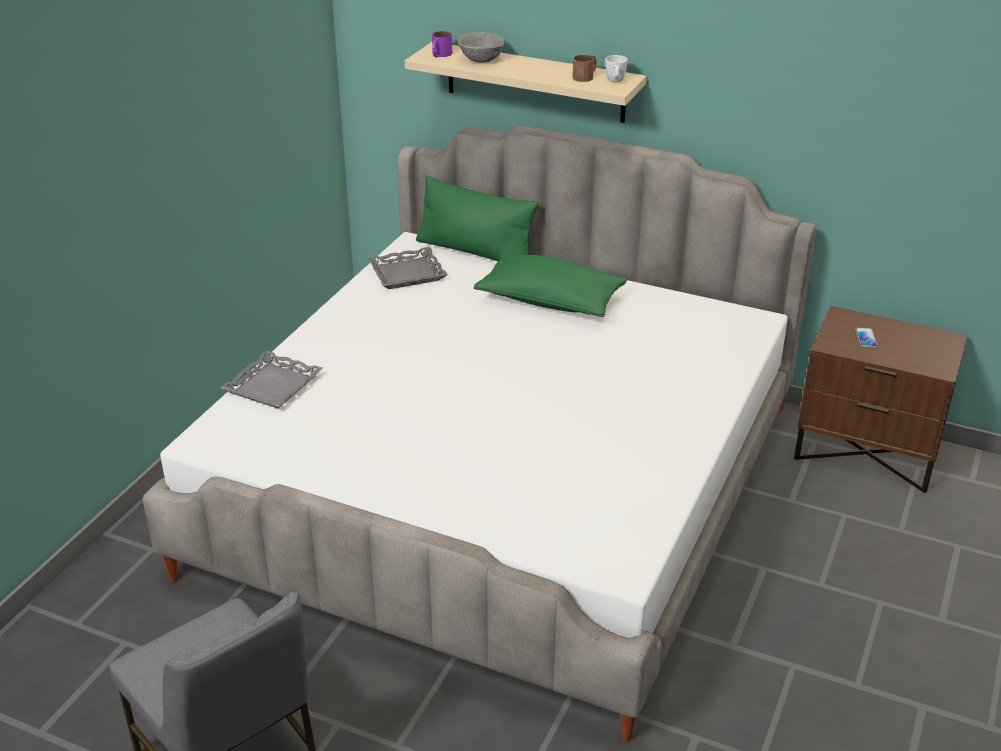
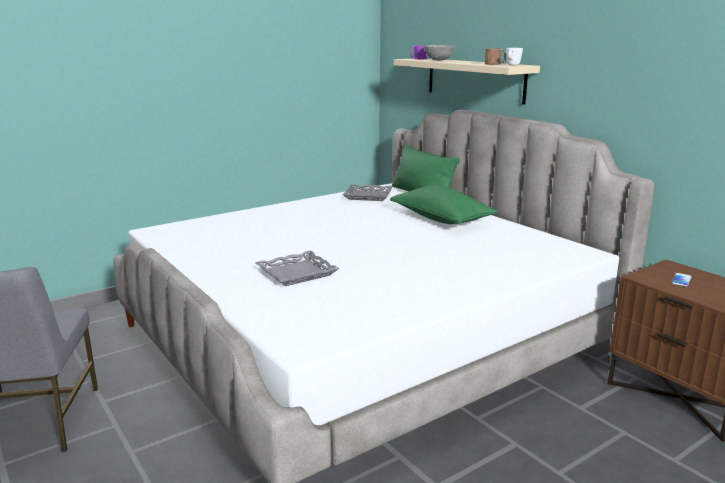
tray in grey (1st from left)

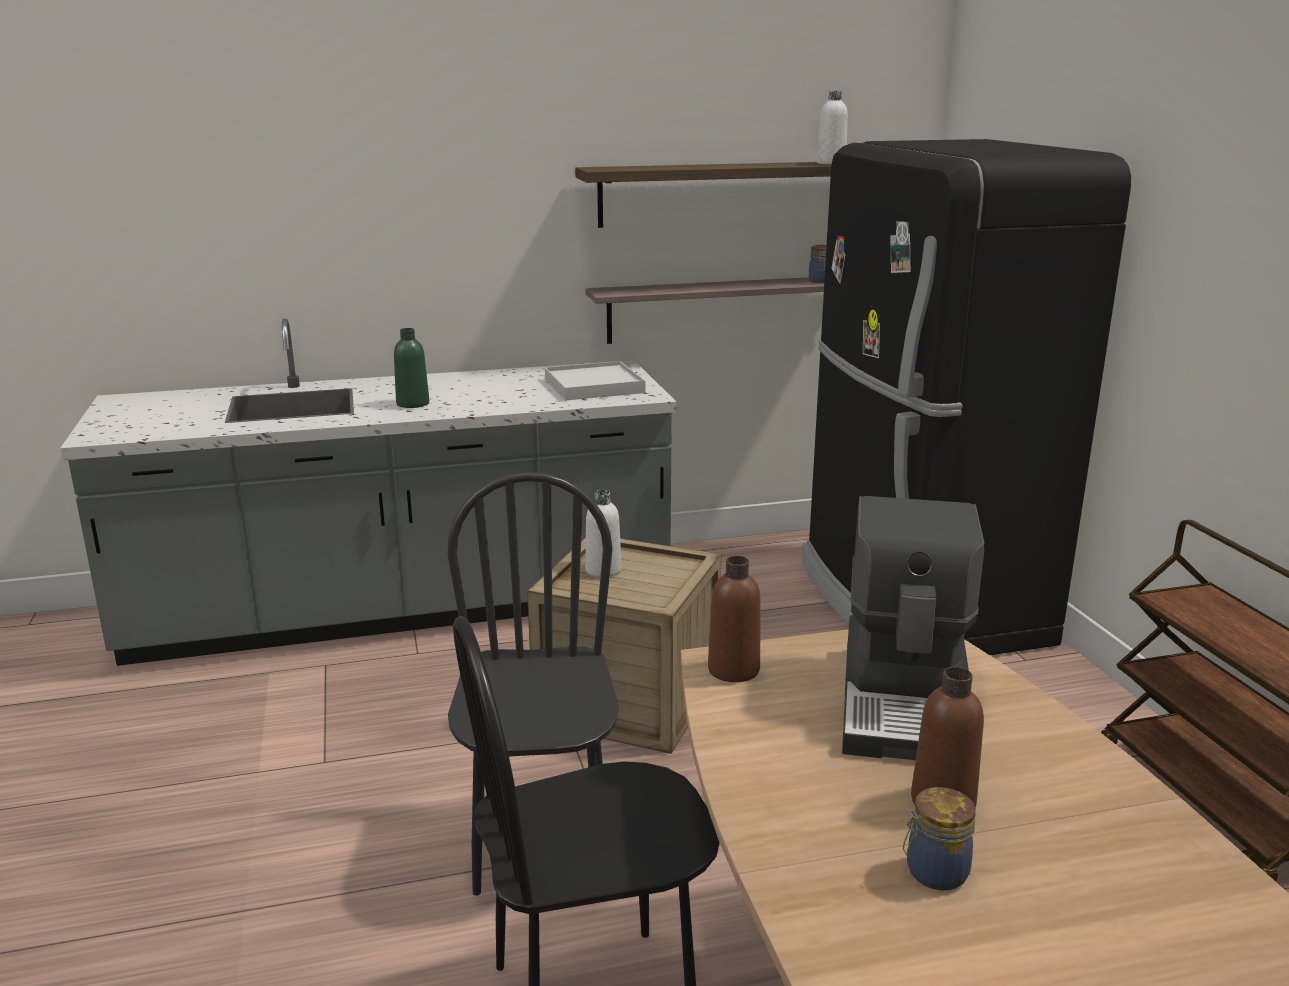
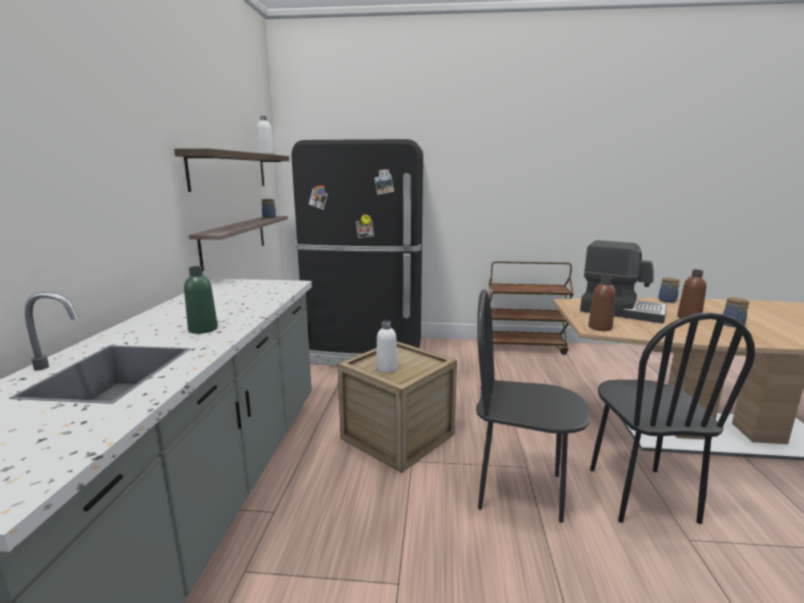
tray in white; storage jar (2nd from left)

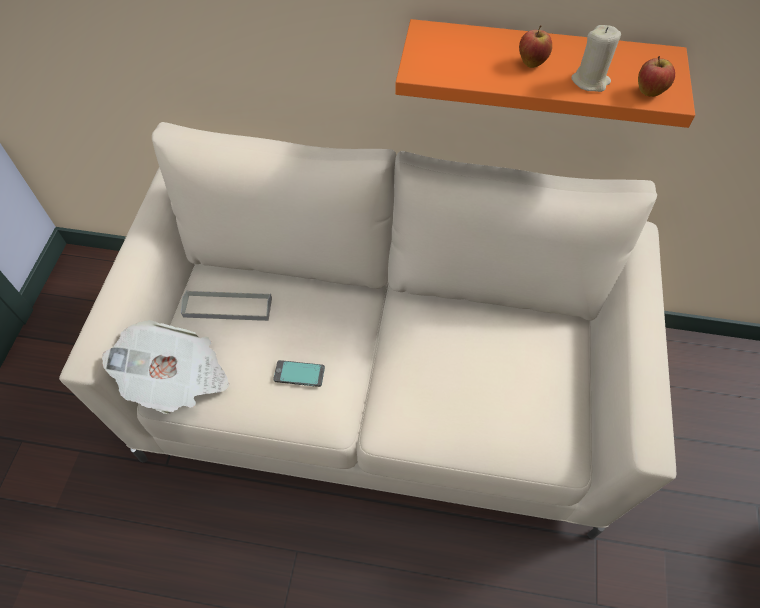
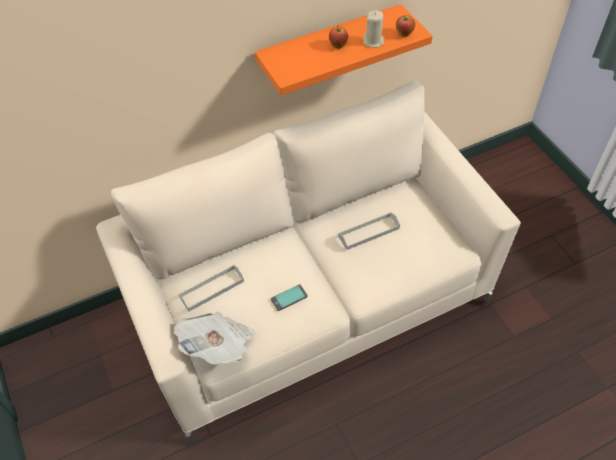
tray in grey (2nd from left)

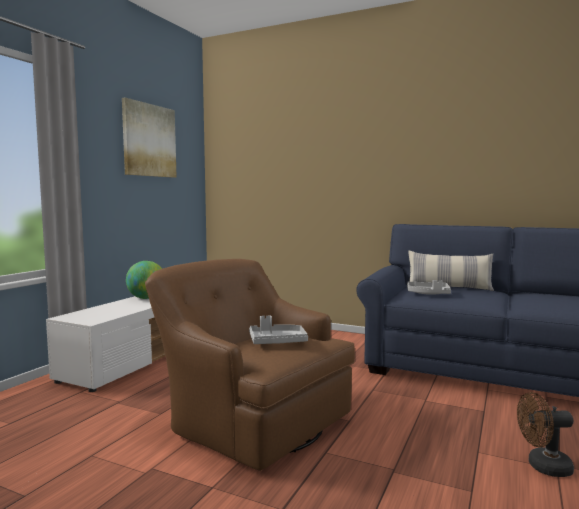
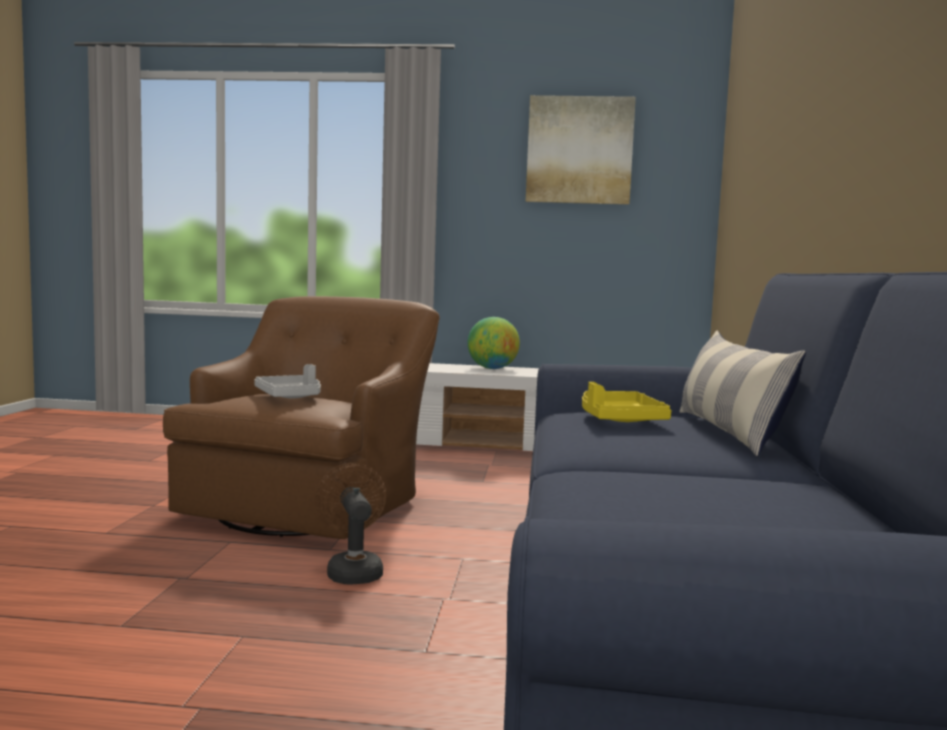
tray in yellowish; electric fan in brownish

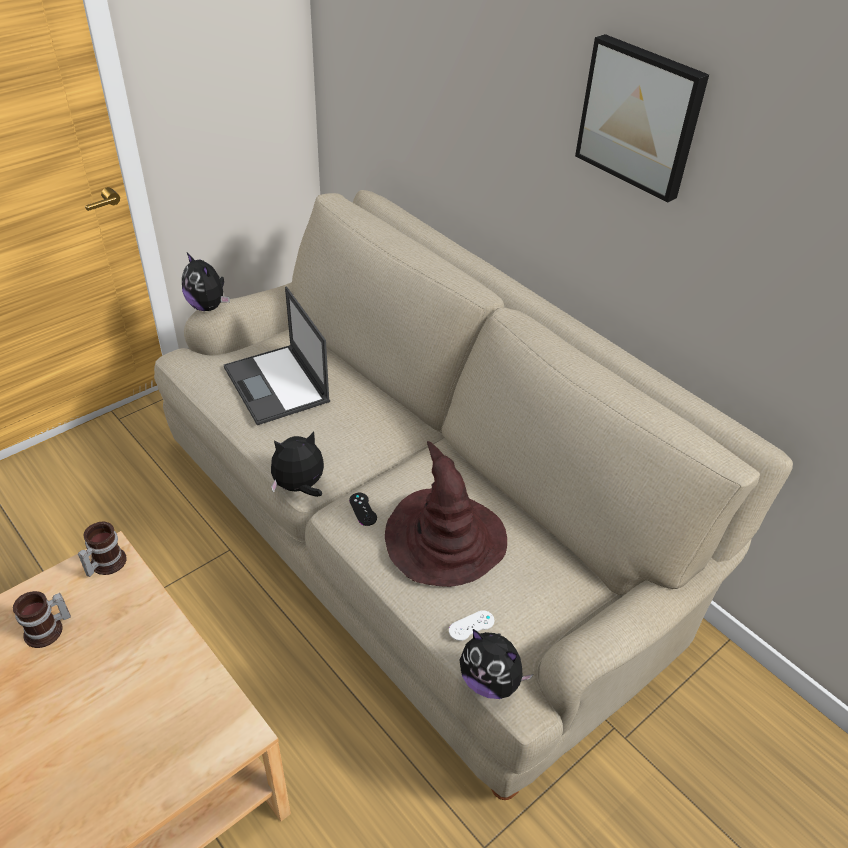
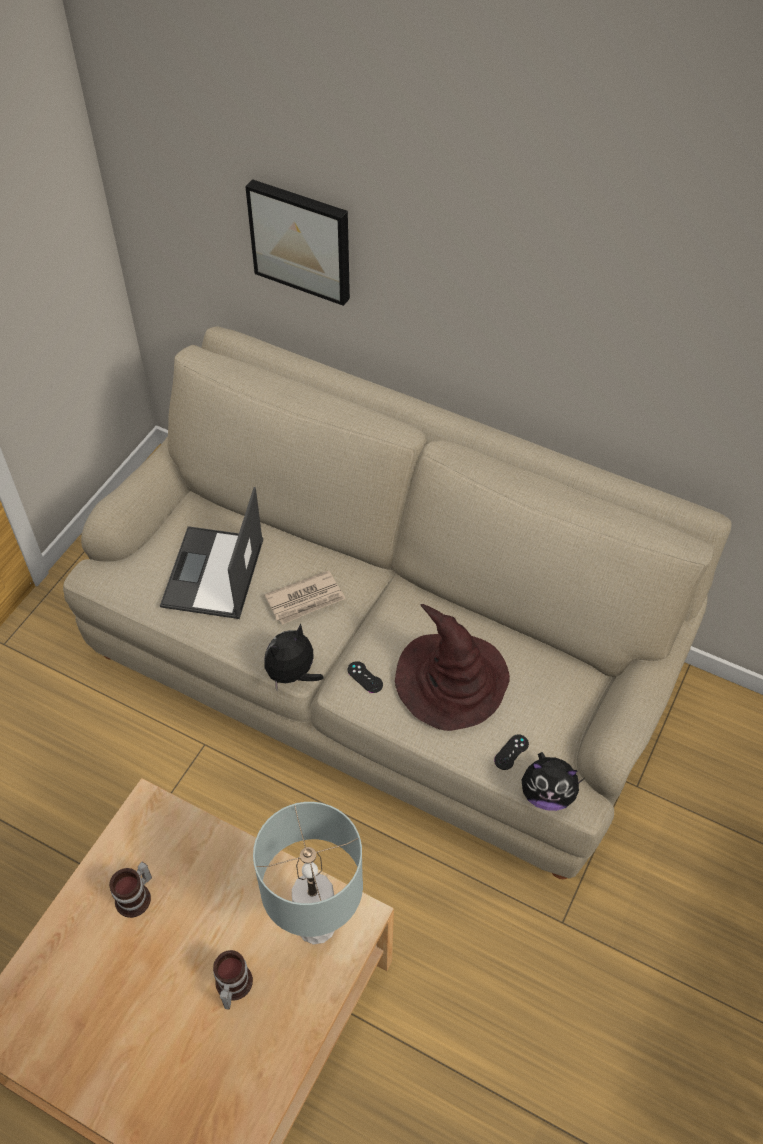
coffee mug (2nd from left); soft toy (1st from left in the first image); laptop; joypad in black (2nd from left); picture; table lamp in grey; newspaper

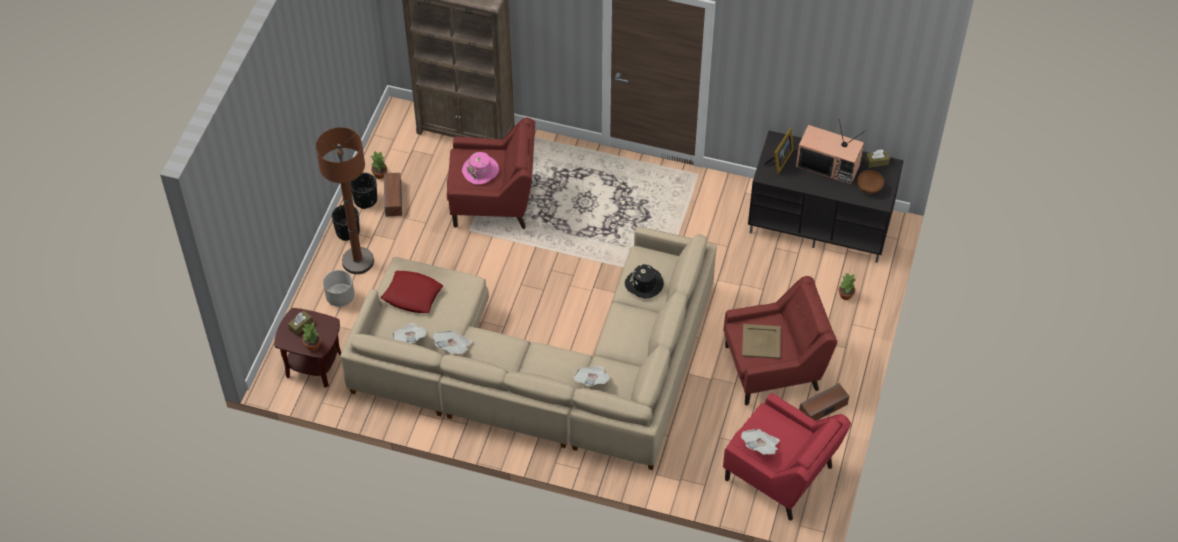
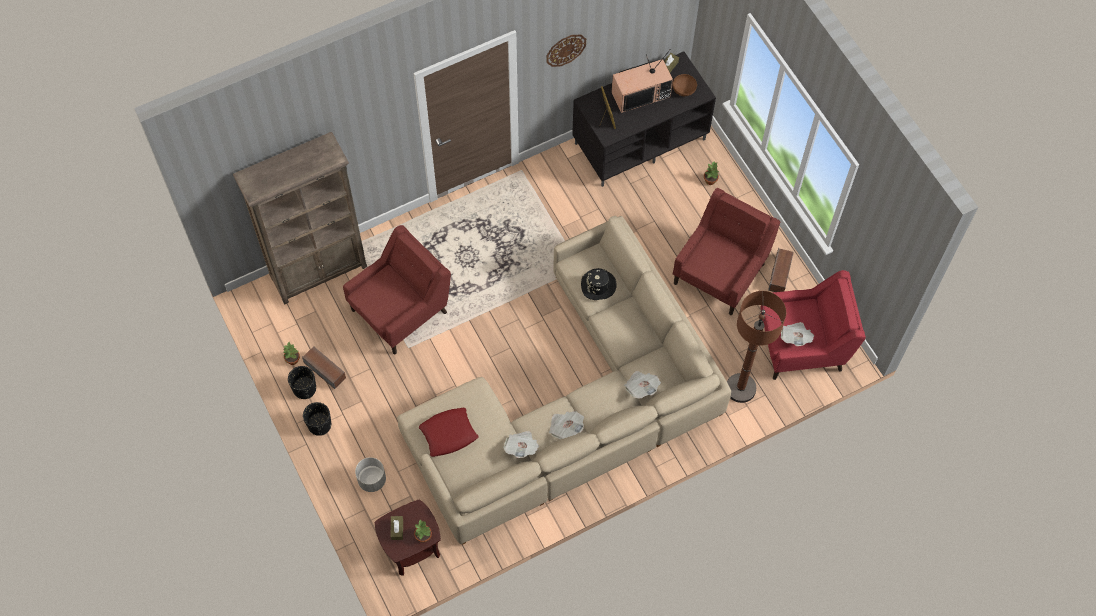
standing lamp in brownish; newspaper (2nd from left); clothing hat in pink-coloured; tray in beige; hanging clock

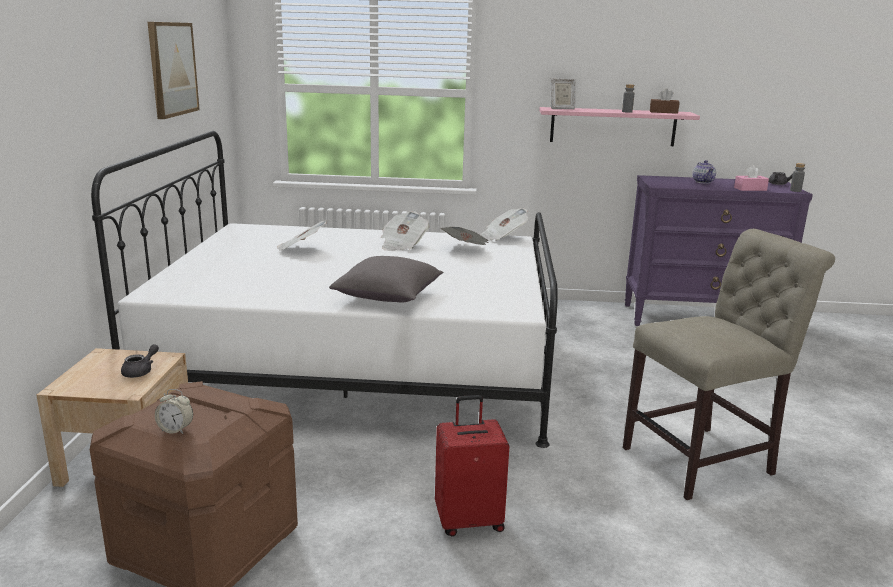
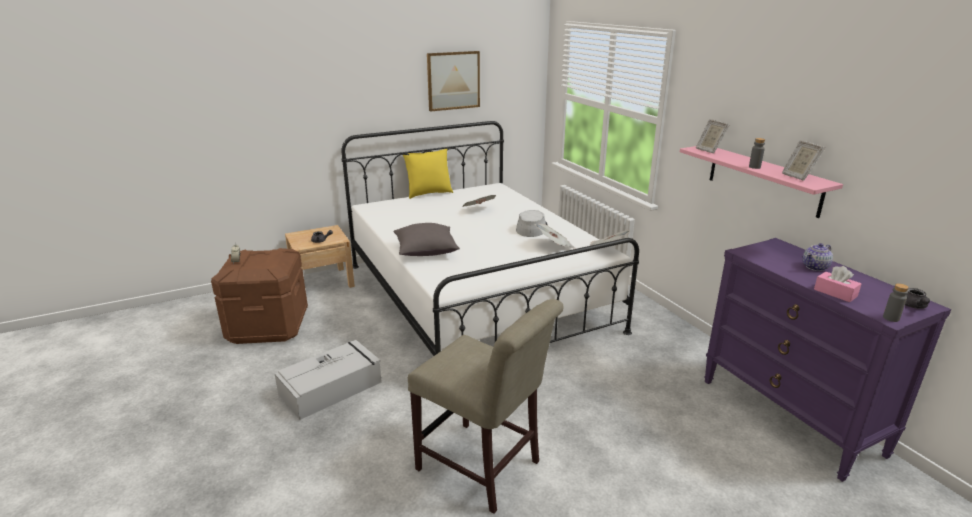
clothing hat in grey; storage bin in grey; picture frame (2nd from left); cushion in yellowish

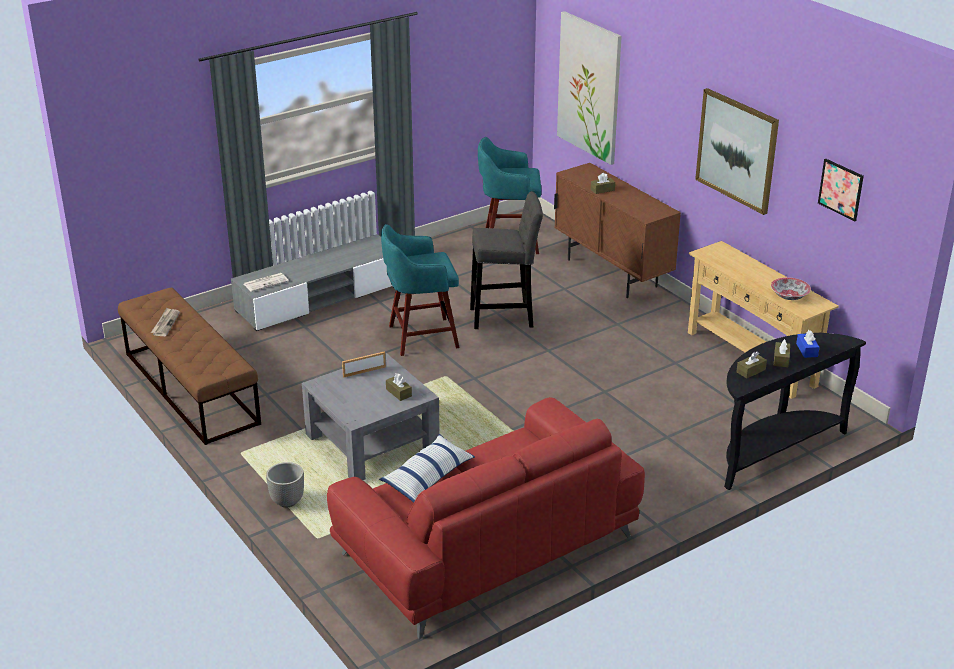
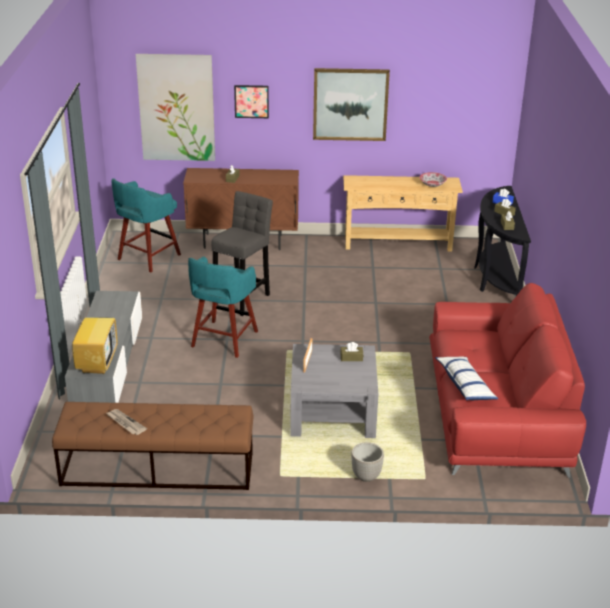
television; picture (2nd from left)

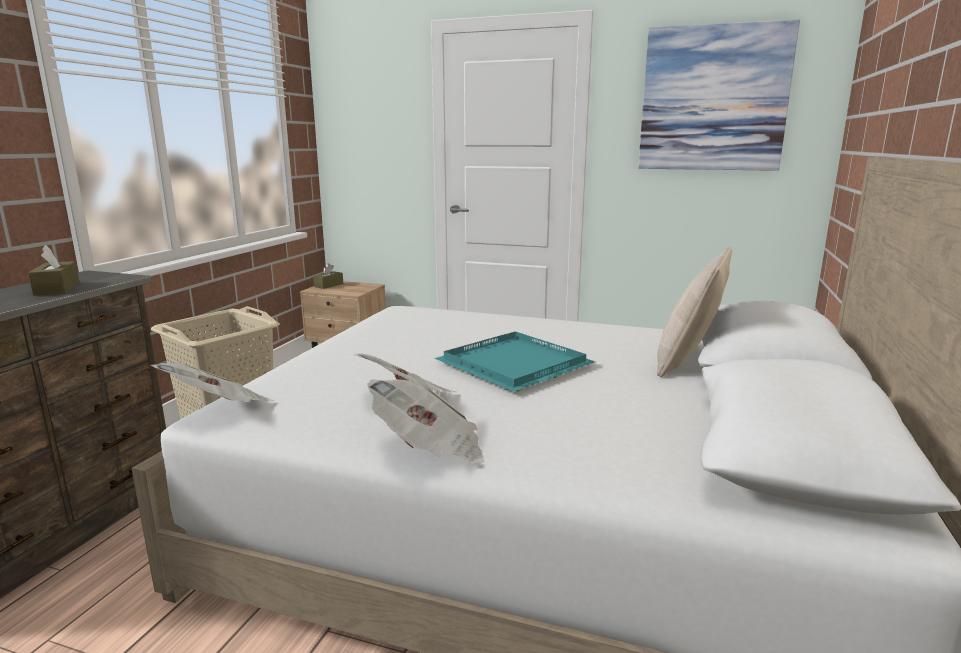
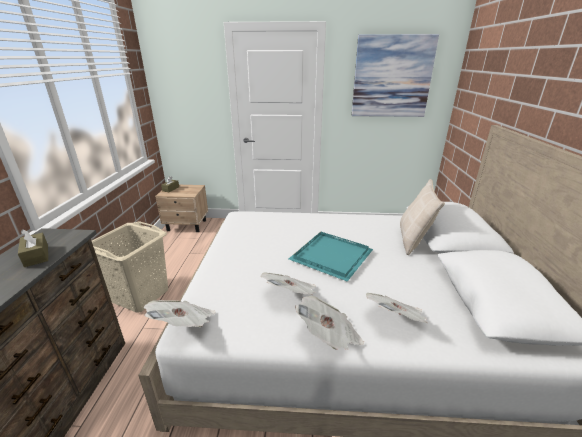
newspaper (4th from left)

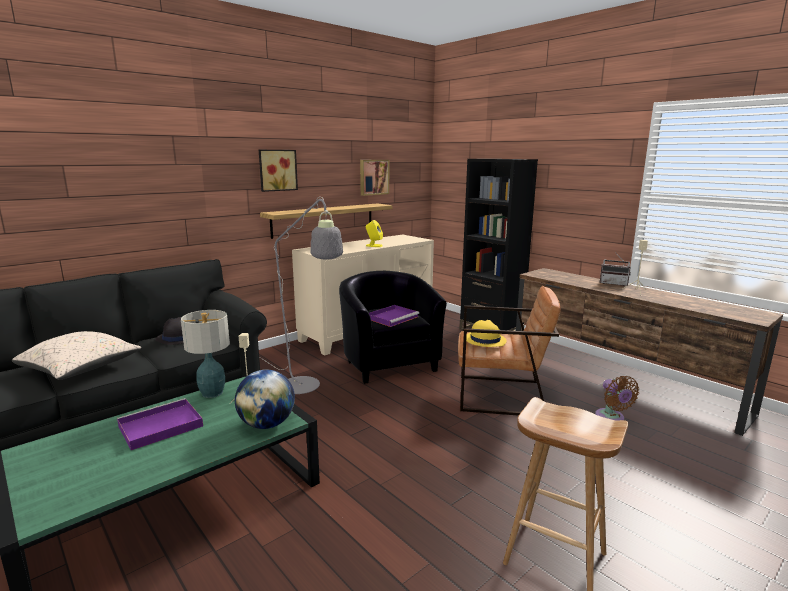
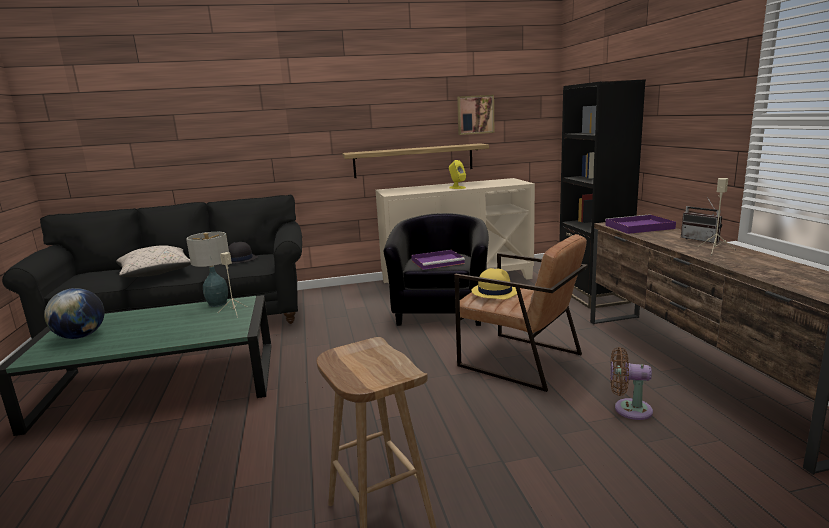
tray in purple (2nd from left); desk globe; picture (1st from left in the first image); standing lamp in grey; electric fan in brownish

